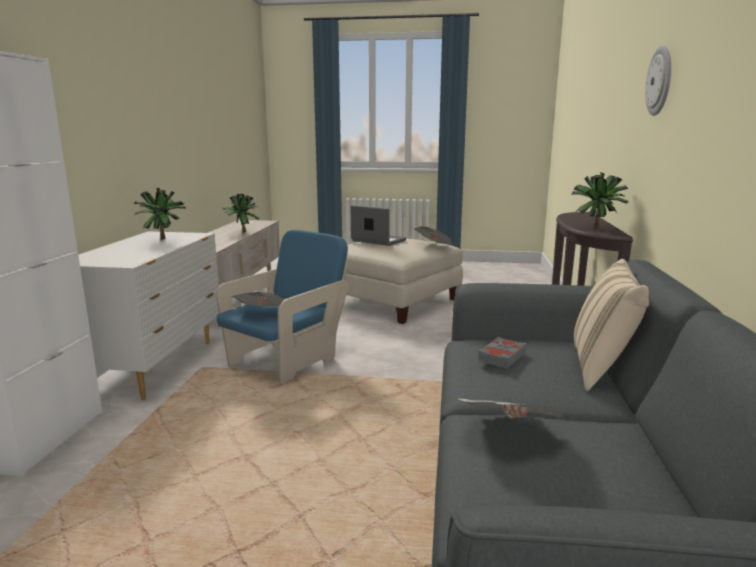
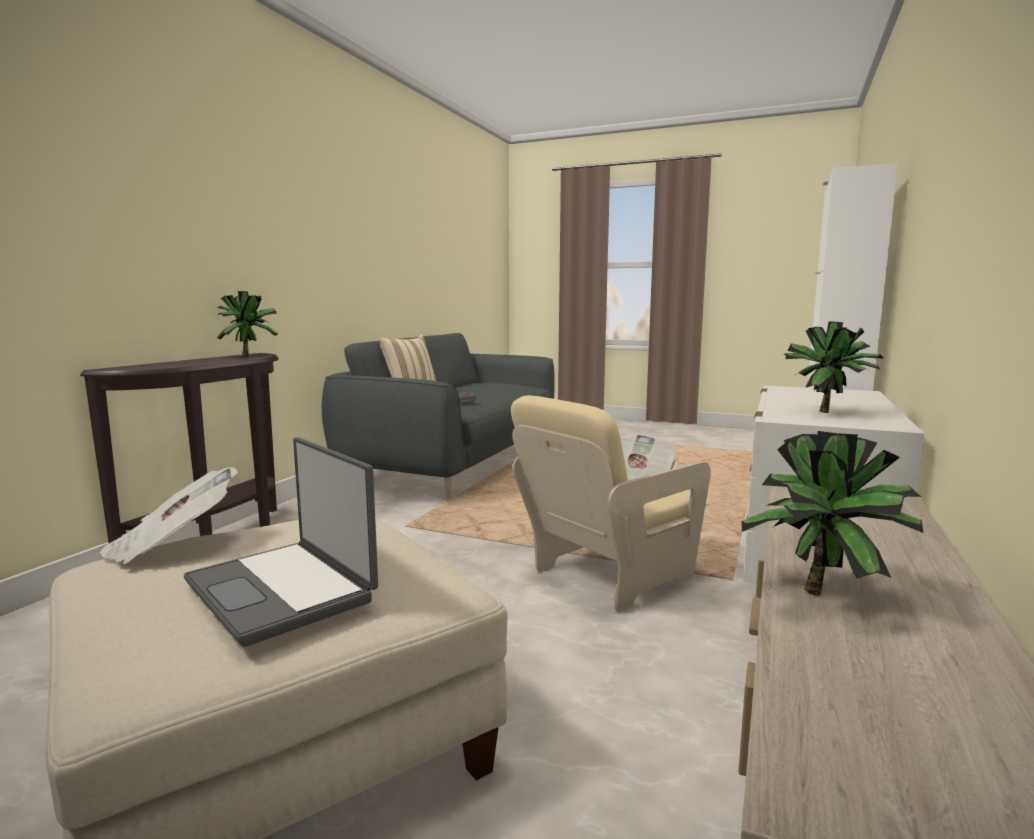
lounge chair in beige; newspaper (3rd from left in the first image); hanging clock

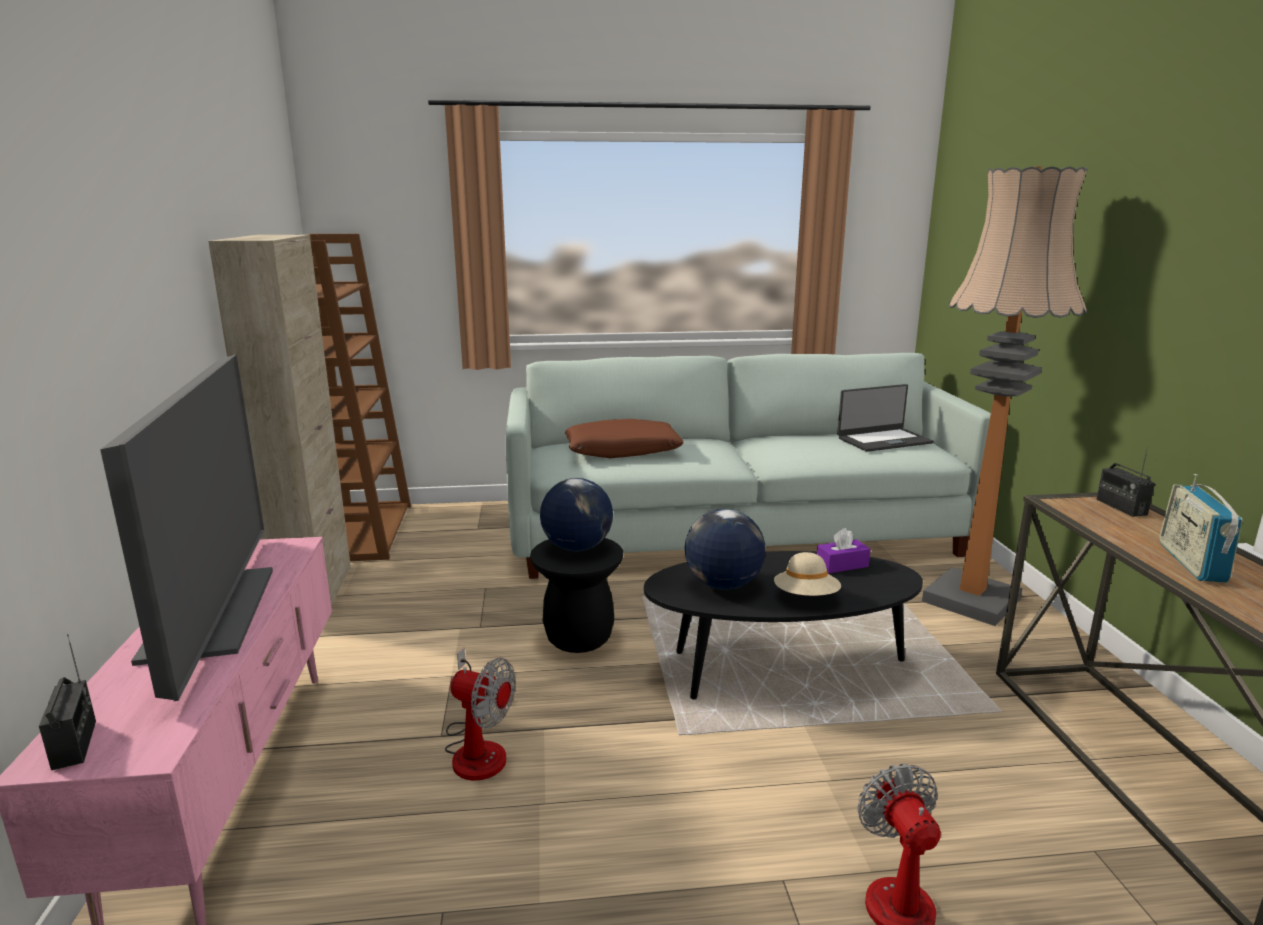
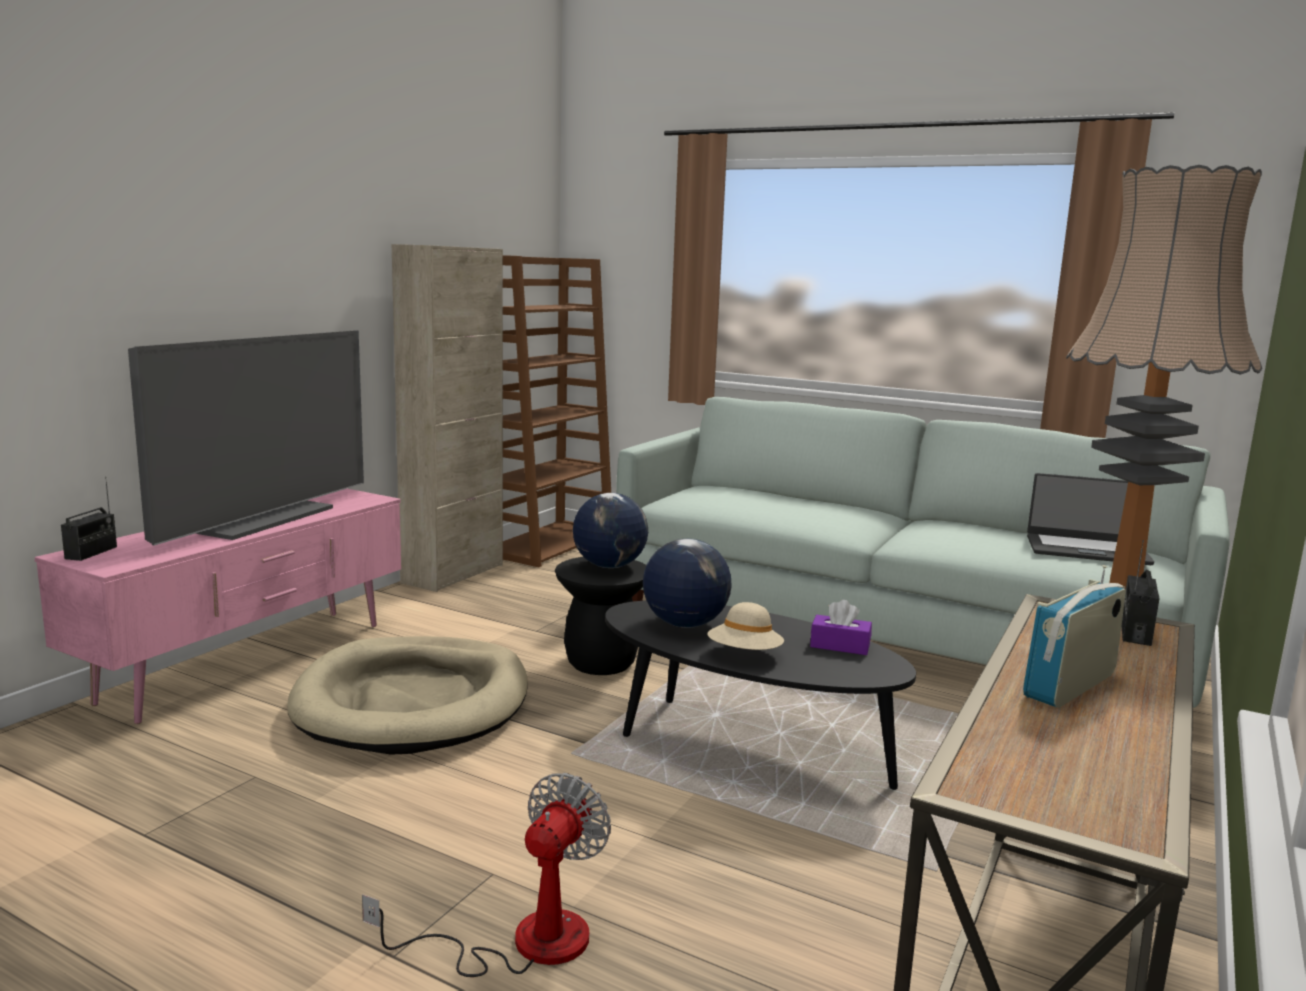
dog bed in beige; cushion in brownish

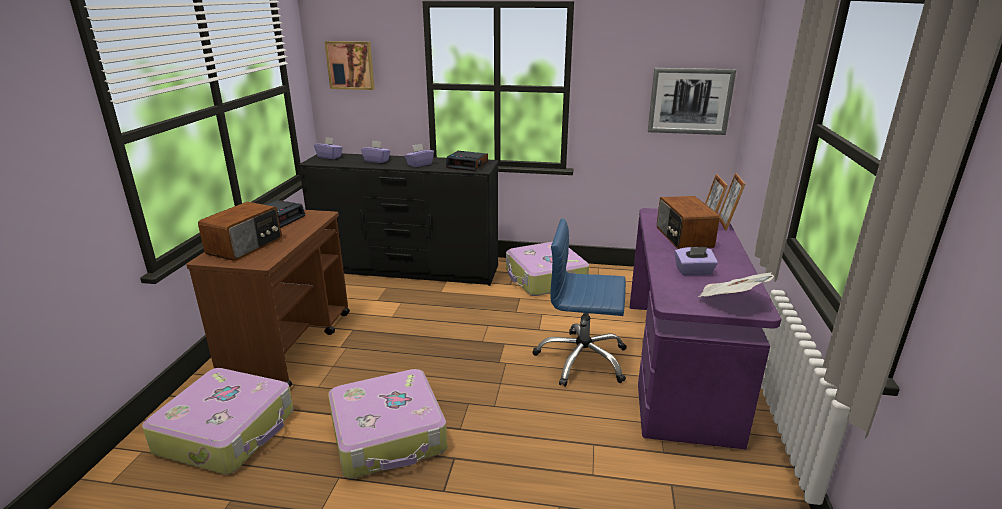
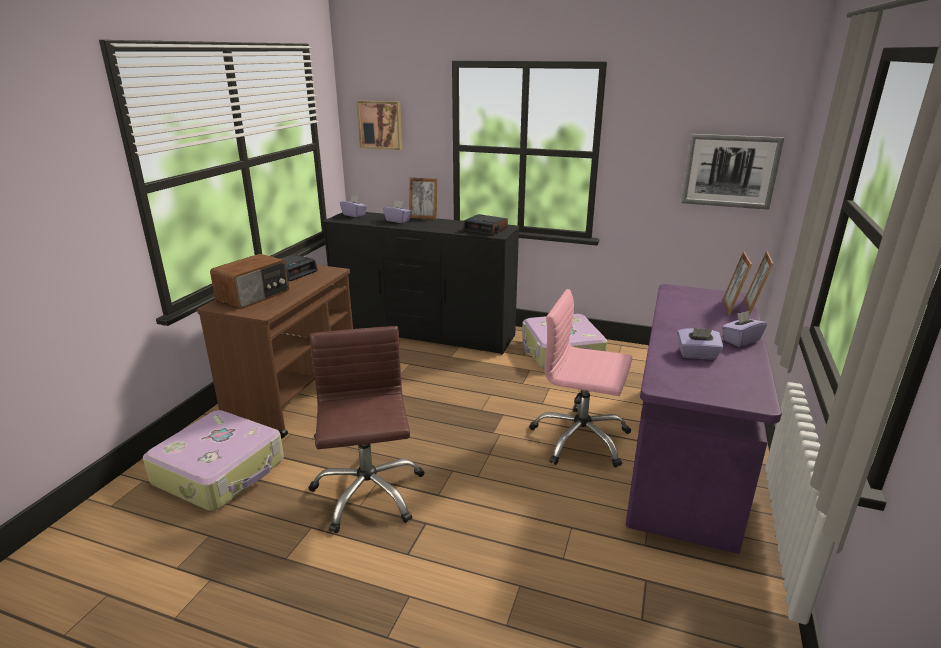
office chair in brownish; tissue box in purple (4th from left); office chair in pink-coloured; radio (2nd from left in the first image); newspaper; picture frame (1st from left)

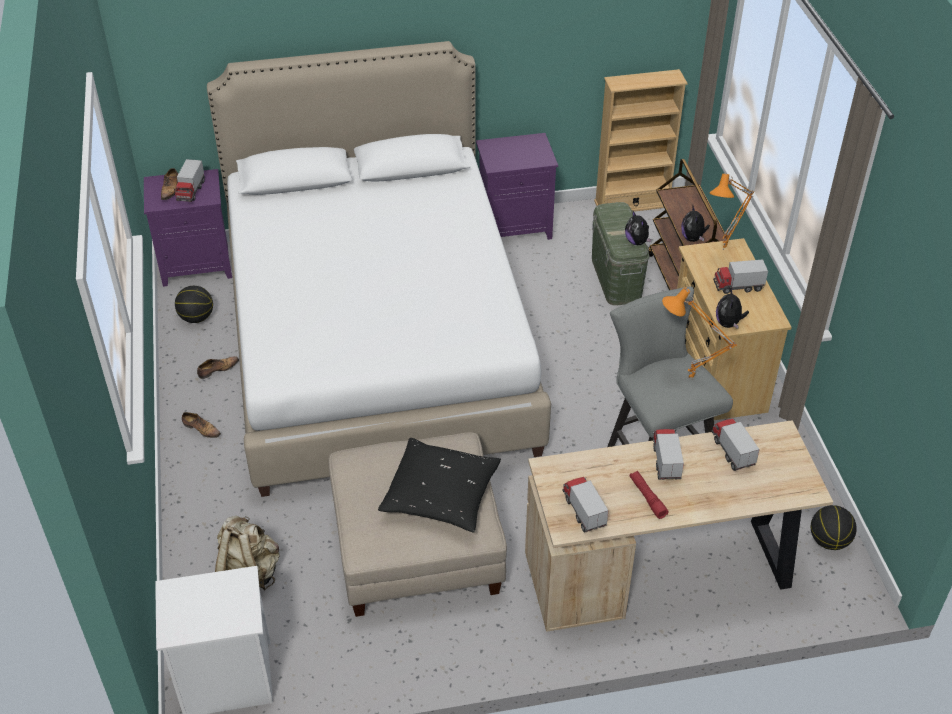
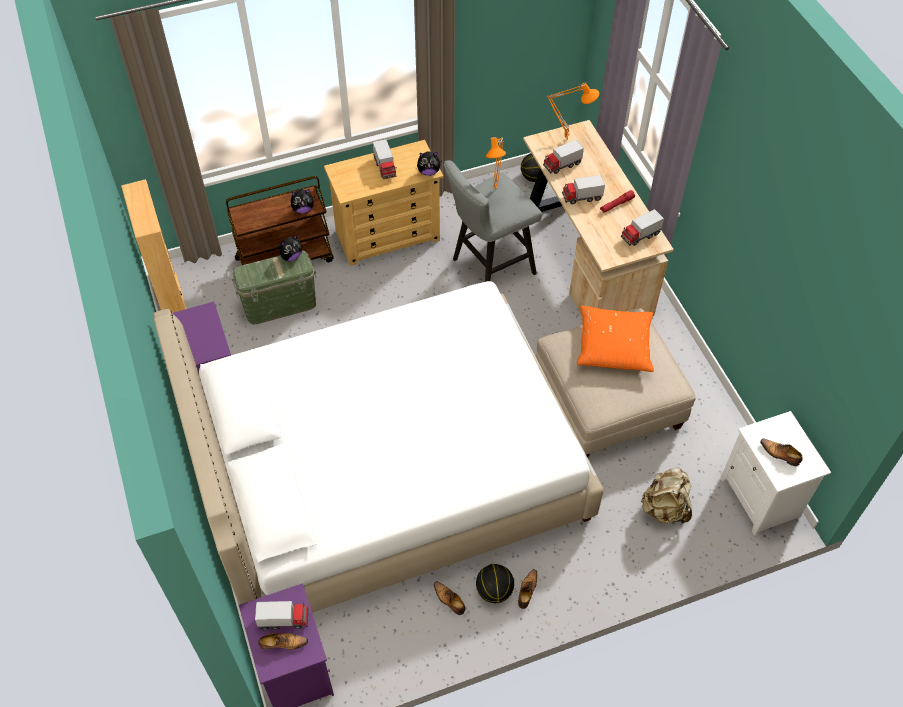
basketball (1st from left); cushion in orange-coloured; table lamp in orange-coloured (2nd from left); low shoe (4th from left)

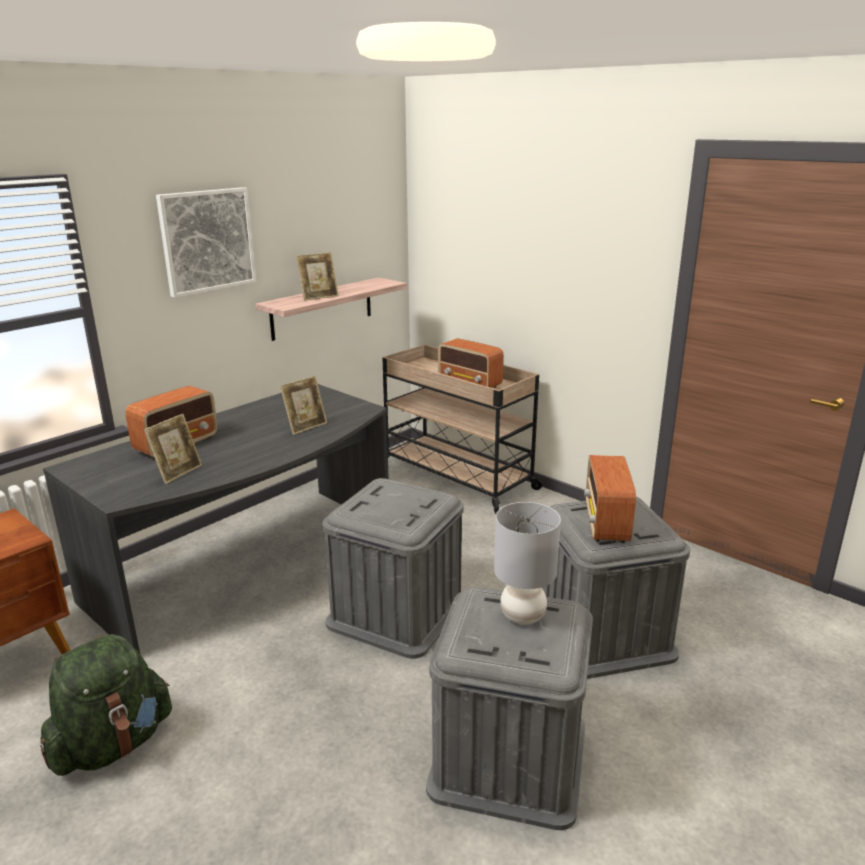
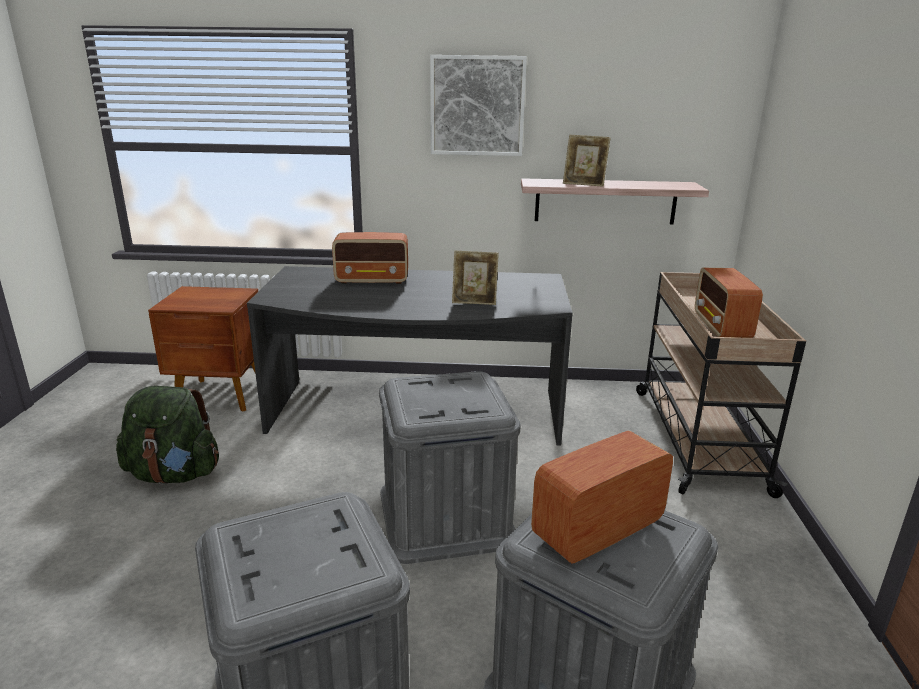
picture frame (1st from left in the first image); table lamp in grey

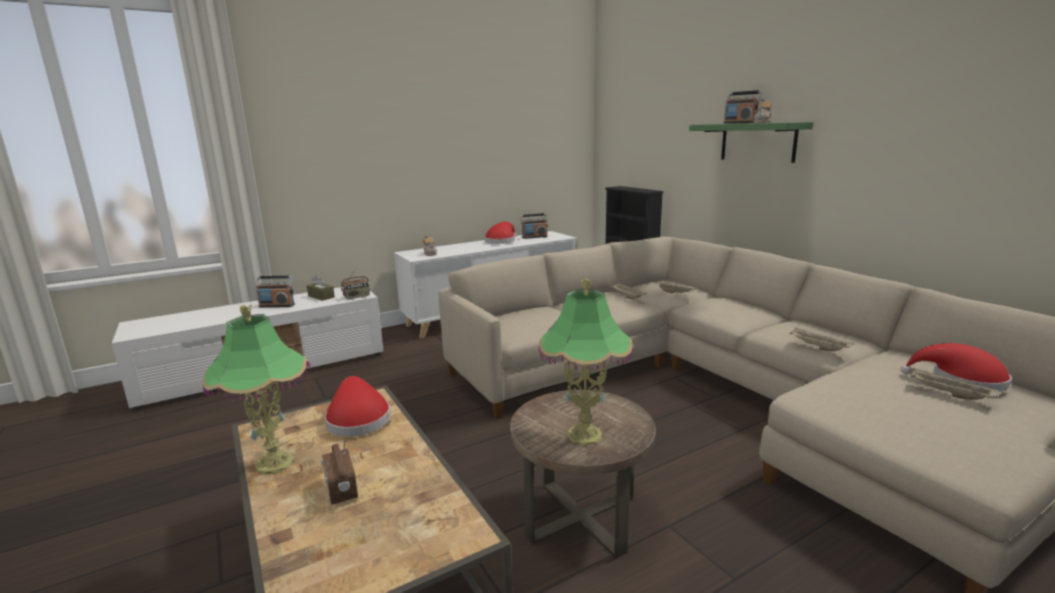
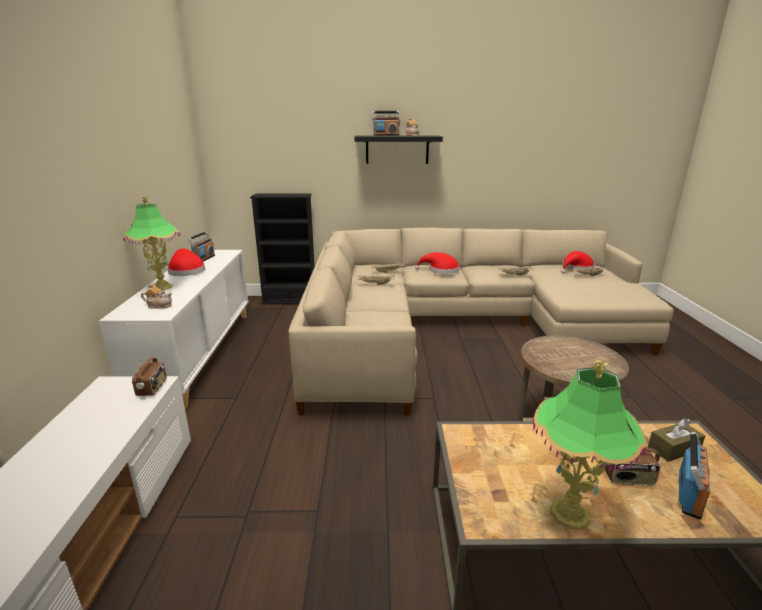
radio (5th from left); tissue box in brownish; clothing hat in red-coloured (2nd from left); table lamp (1st from left); shelf in black

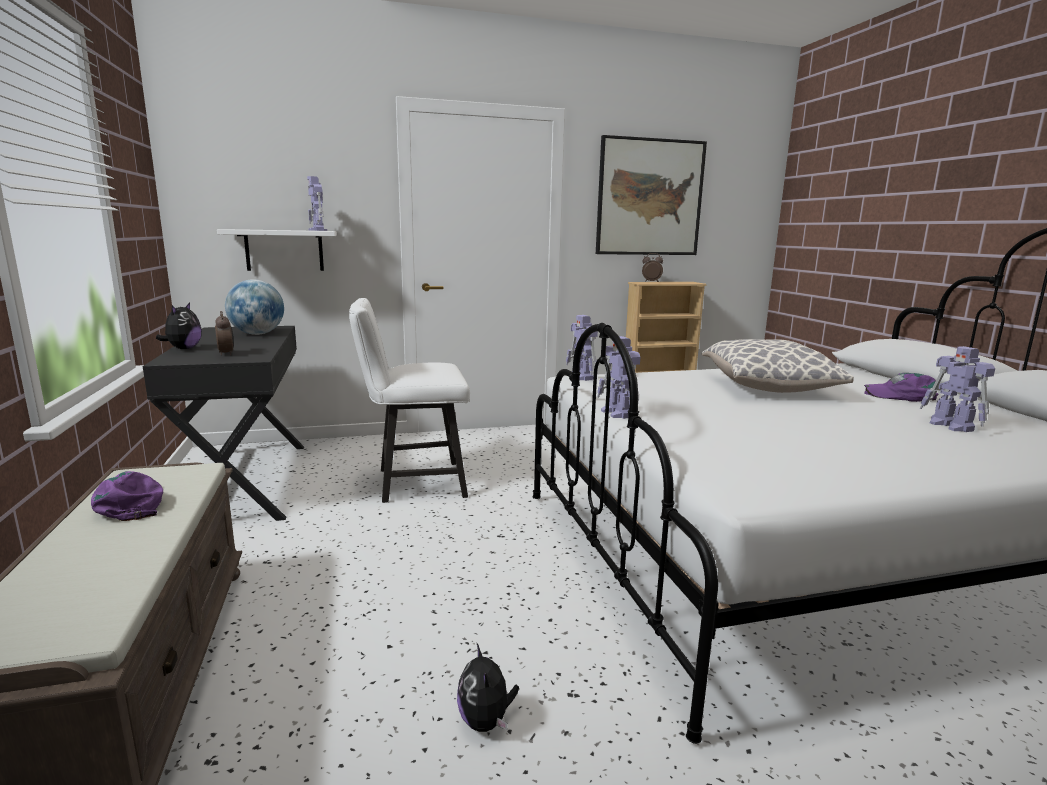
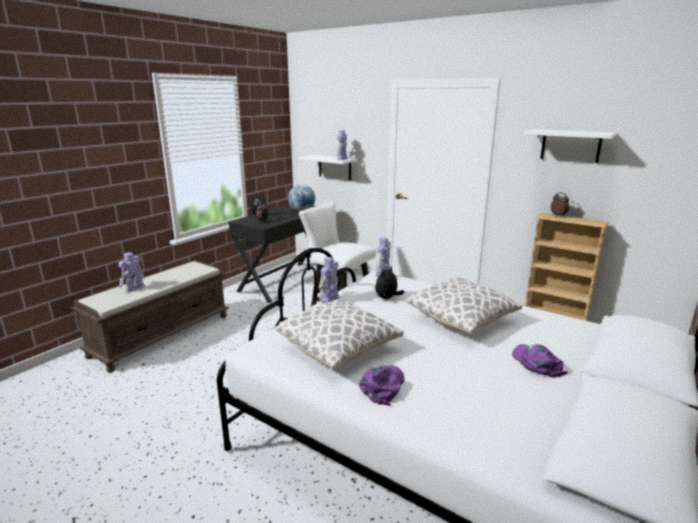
peaked cap in purple (1st from left); soft toy (2nd from left); shelf in white (2nd from left); robot figure (1st from left); cushion (1st from left)

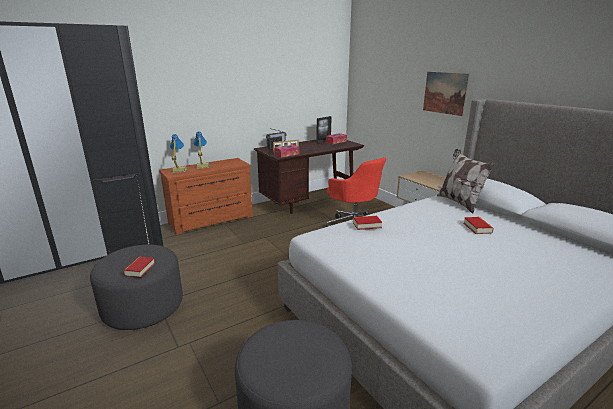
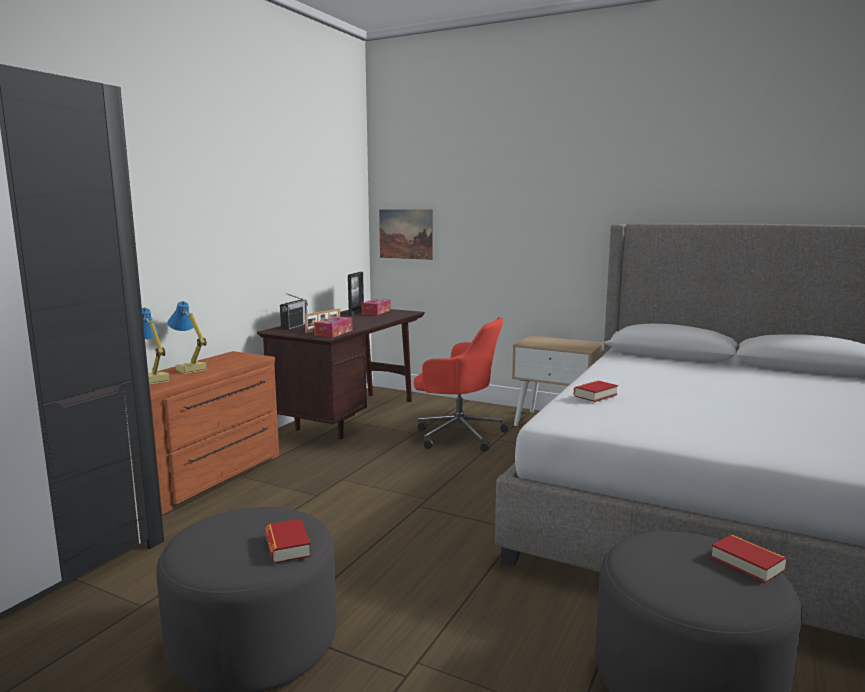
picture; cushion; volume (3rd from left)

